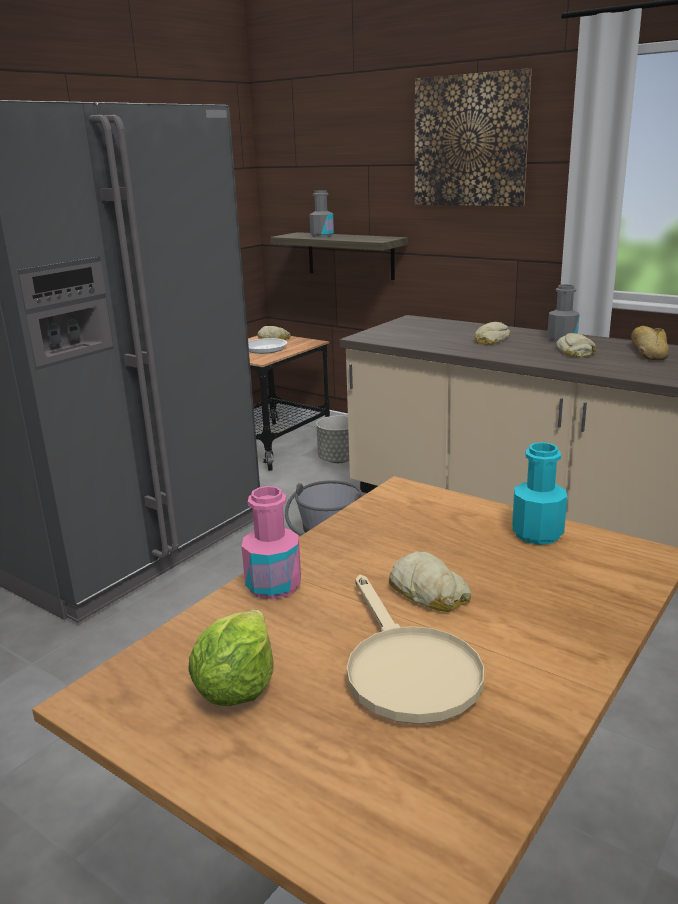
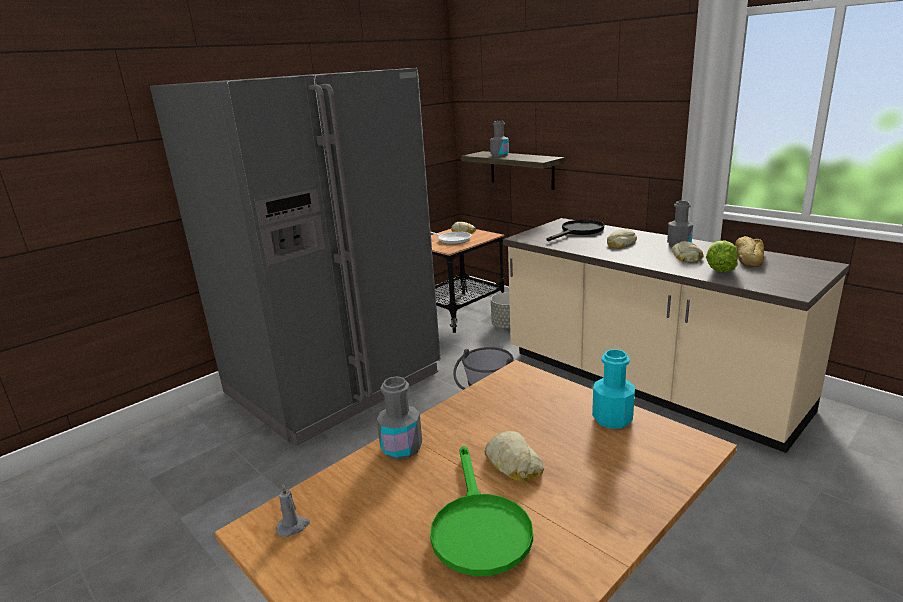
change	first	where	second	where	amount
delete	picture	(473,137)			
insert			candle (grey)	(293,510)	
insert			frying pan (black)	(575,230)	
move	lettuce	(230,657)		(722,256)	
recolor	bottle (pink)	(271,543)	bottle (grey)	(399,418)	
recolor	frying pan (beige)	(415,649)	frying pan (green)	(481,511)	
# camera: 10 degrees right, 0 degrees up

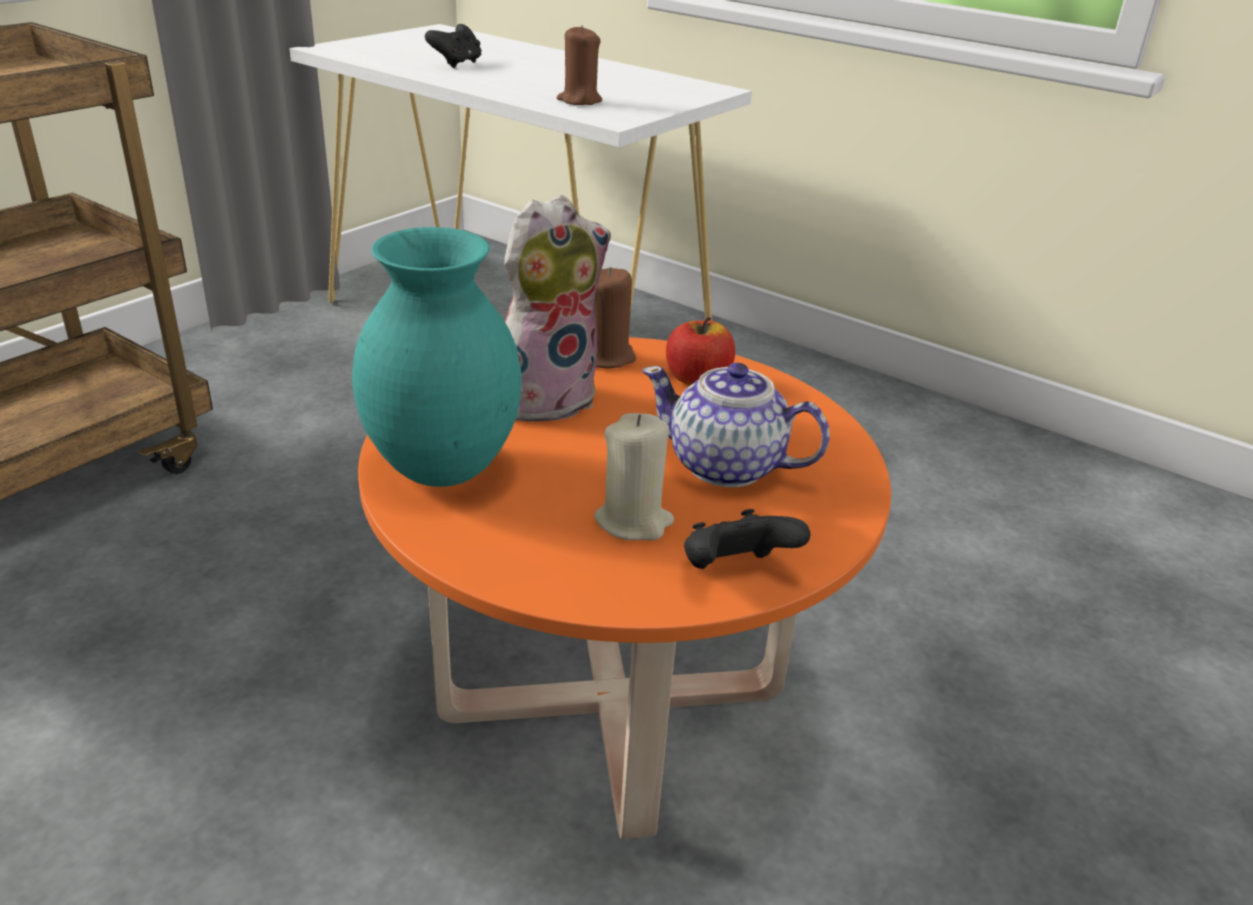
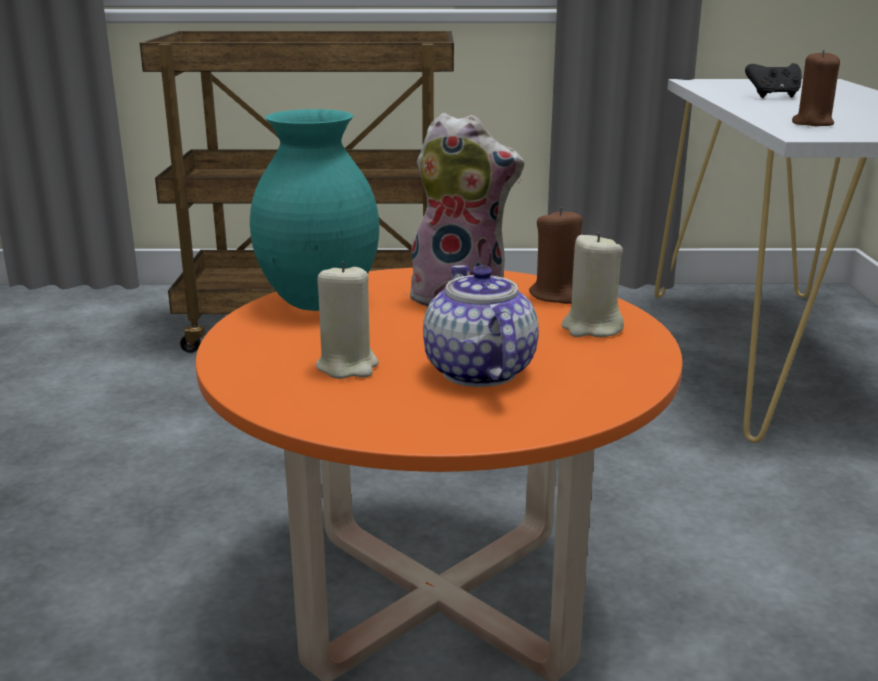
change	first	where	second	where	amount
delete	game controller (black)	(747,539)			
replace	apple	(700,351)	candle (beige)	(592,284)	
# camera: 55 degrees right, 10 degrees down

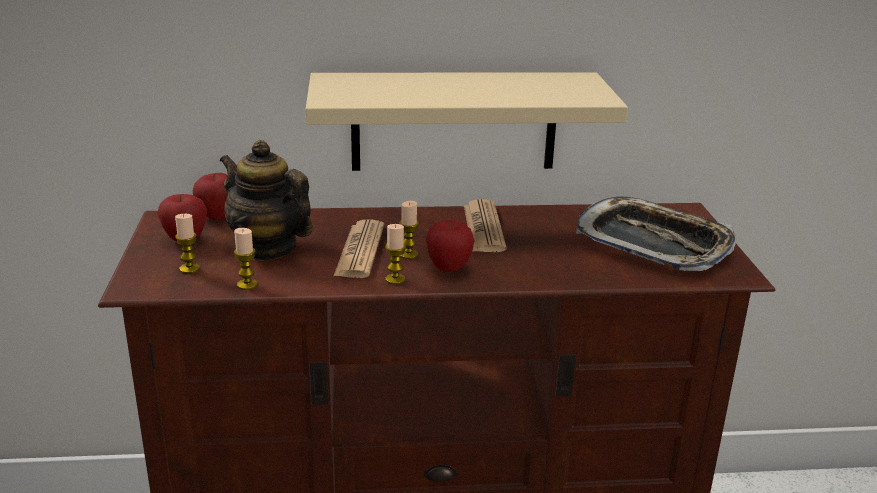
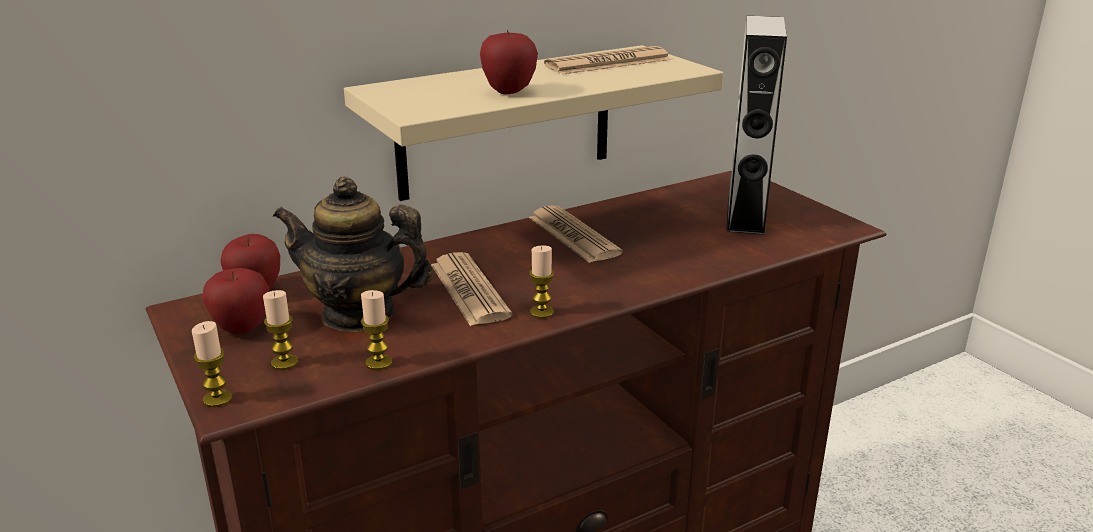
change	first	where	second	where	amount
insert			newspaper	(607,60)	
move	candle	(409,230)		(212,364)	
move	apple	(450,246)		(509,62)	
replace	tray	(656,233)	speaker (grey)	(756,125)	
# camera: 25 degrees left, 0 degrees up

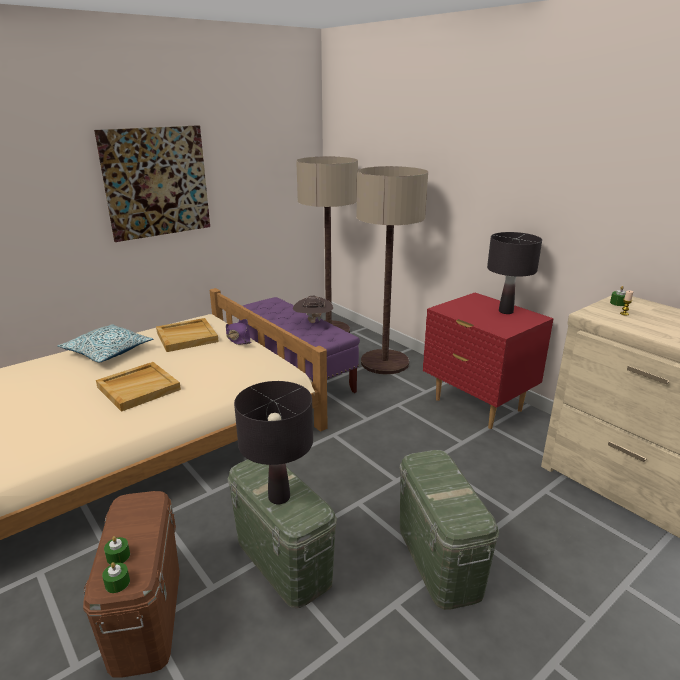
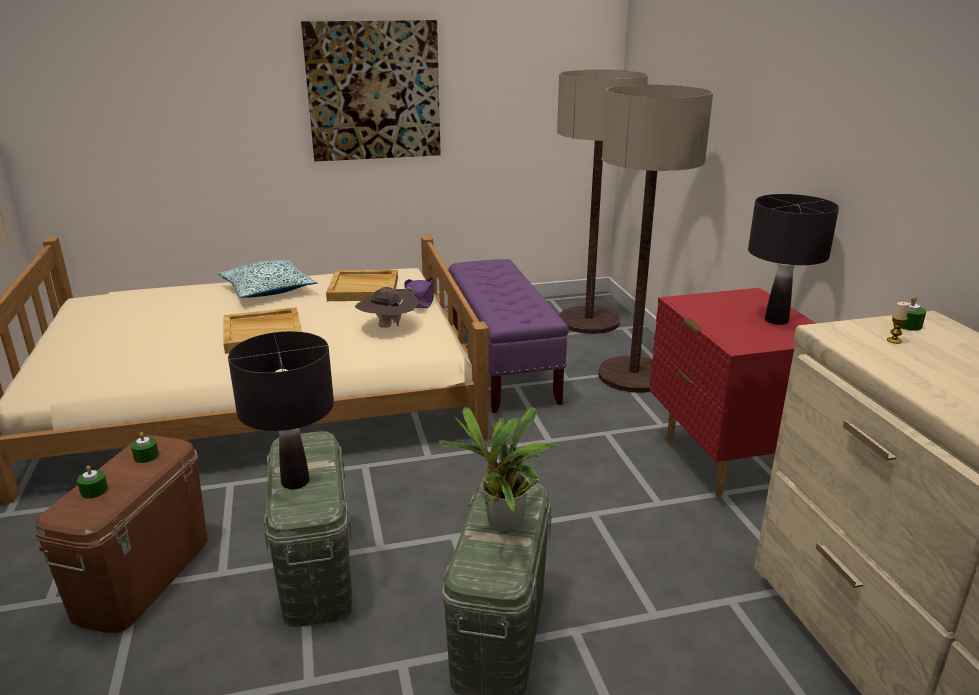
change	first	where	second	where	amount
insert			potted plant	(500,470)	
move	candle (green)	(116,577)		(145,447)	
move	hat (brown)	(313,309)		(386,307)	
# camera: 25 degrees right, 0 degrees up

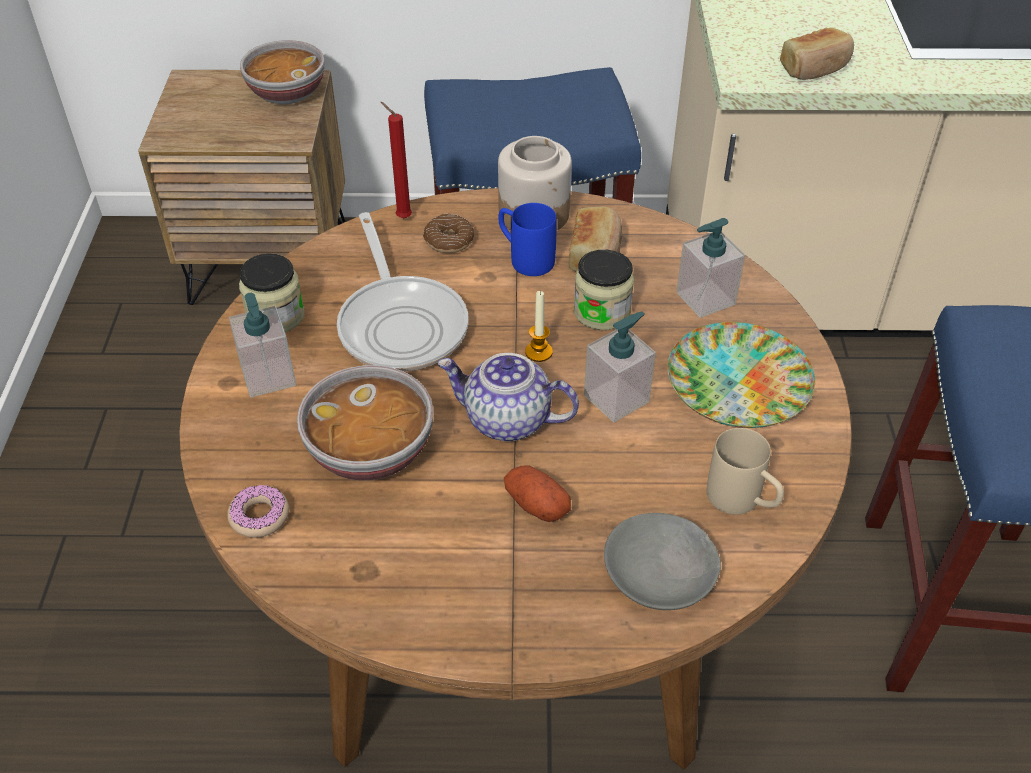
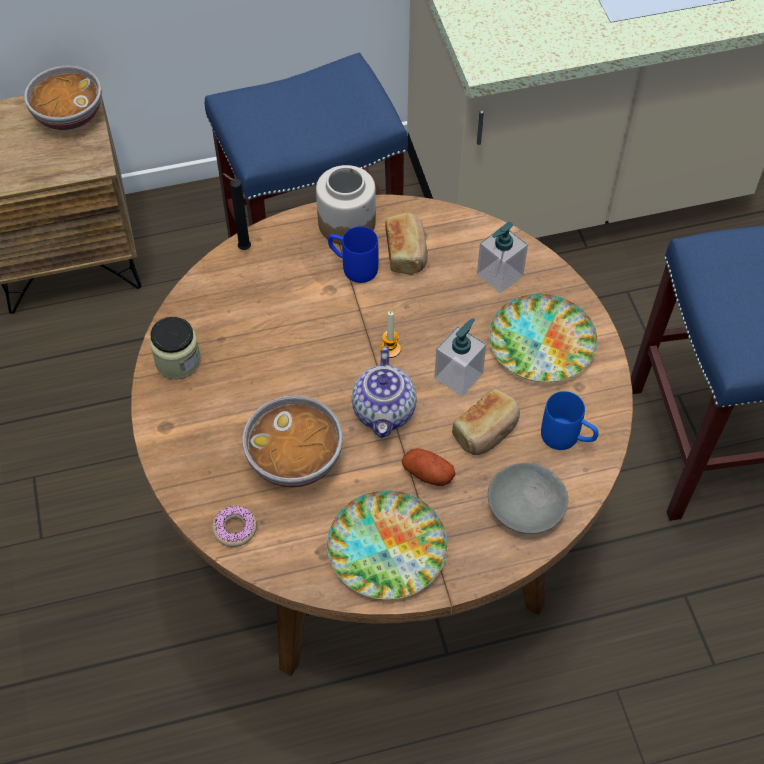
change	first	where	second	where	amount
delete	soap dispenser	(262,345)			
delete	frying pan	(402,291)			
delete	donut	(448,233)			
delete	jar	(604,290)			
insert			plate	(387,545)	
move	bread	(817,53)		(486,422)	
recolor	candle (red)	(396,160)	candle (black)	(237,212)	
recolor	mug (beige)	(745,471)	mug (blue)	(570,420)	
rotate	teapot	(508,397)		(384,392)	90 degrees counterclockwise
# camera: 15 degrees left, 10 degrees up

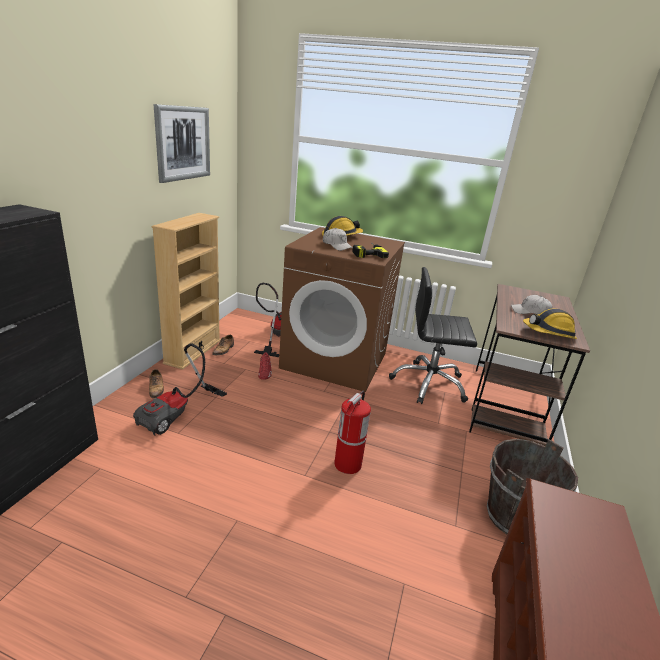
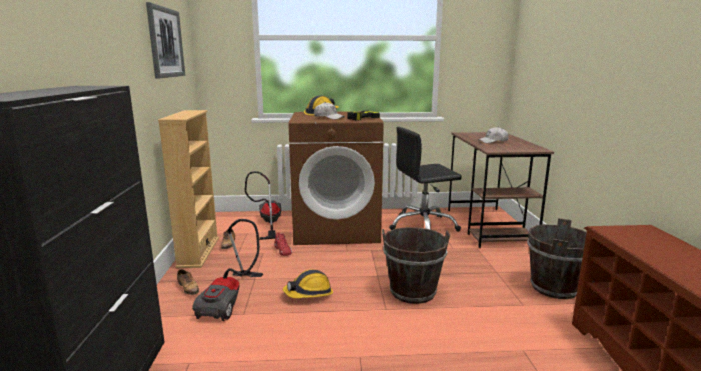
change	first	where	second	where	amount
move	hard hat	(550,324)		(308,283)	
replace	fire extinguisher	(352,432)	bucket (brown)	(416,265)	
# camera: 20 degrees left, 10 degrees down

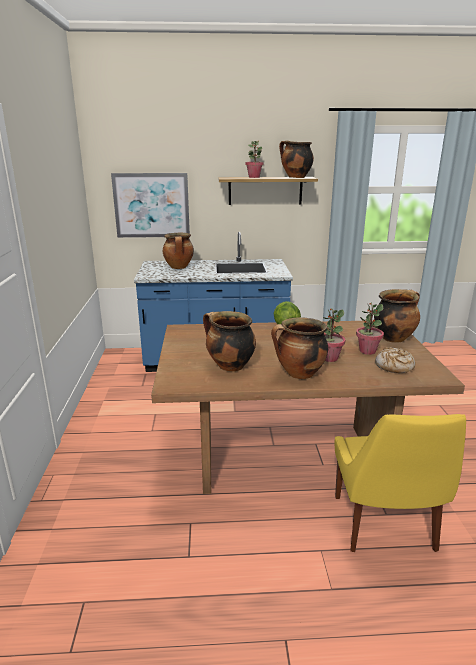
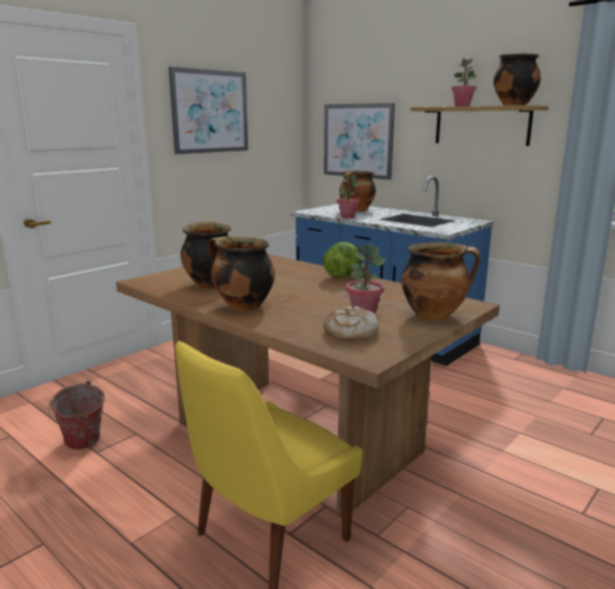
change	first	where	second	where	amount
insert			bucket	(76,415)	
insert			picture	(208,110)	
move	potted plant	(334,335)		(348,196)	
# camera: 45 degrees right, 5 degrees down

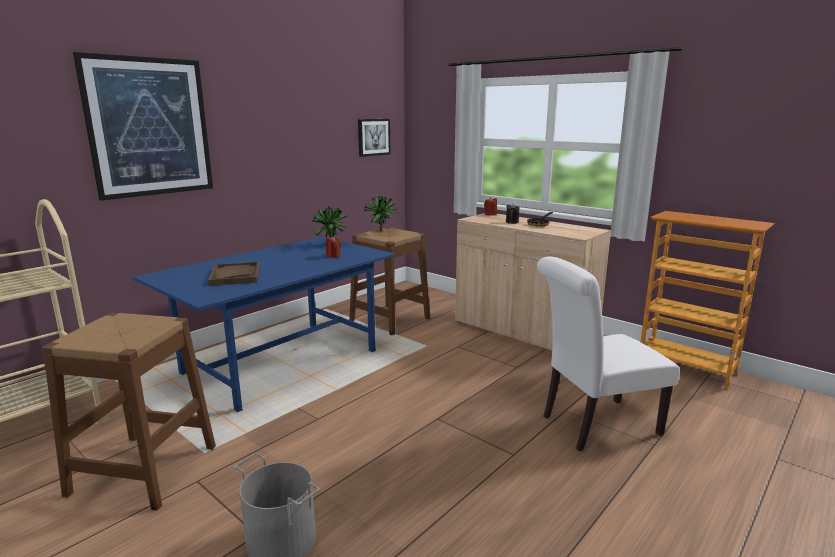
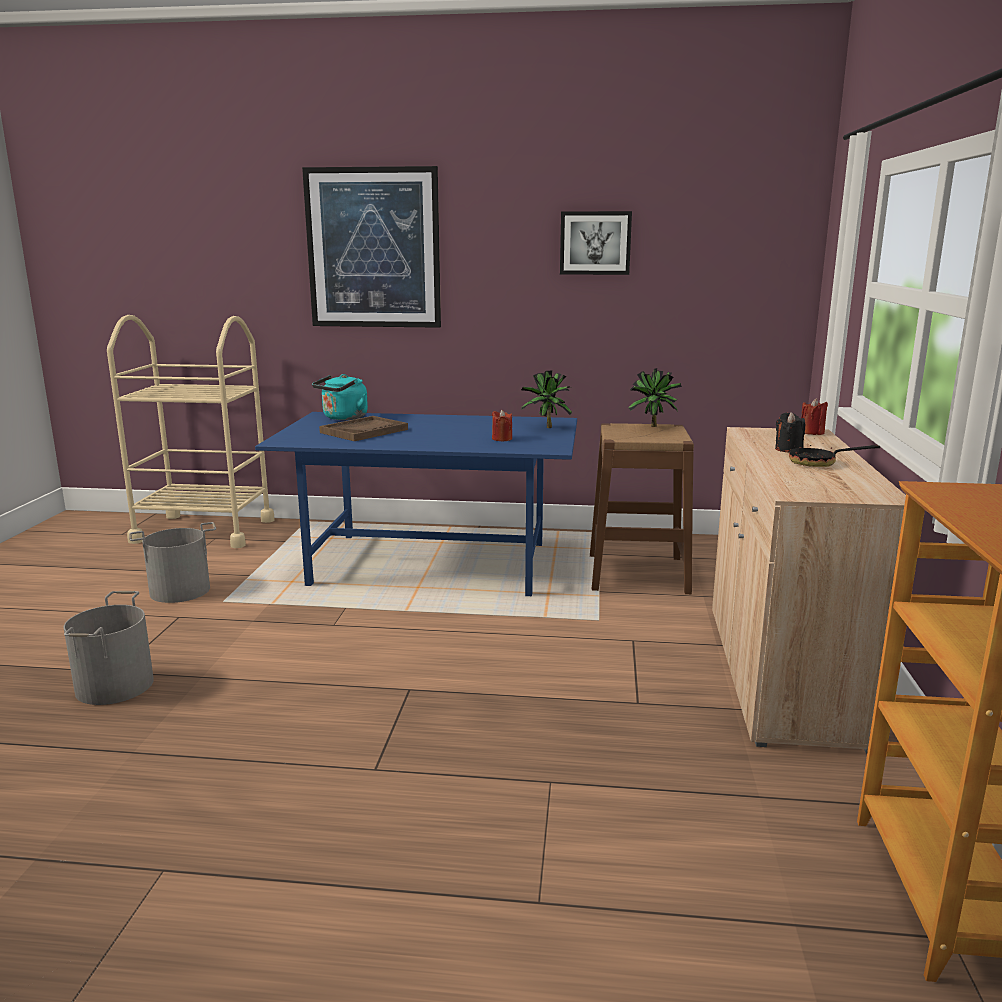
change	first	where	second	where	amount
delete	chair (white)	(608,354)			
insert			kettle (turquoise)	(340,397)	
move	picture	(374,138)		(596,243)	
replace	stool (brown)	(129,412)	bucket (grey)	(172,562)	
# camera: 55 degrees right, 0 degrees up

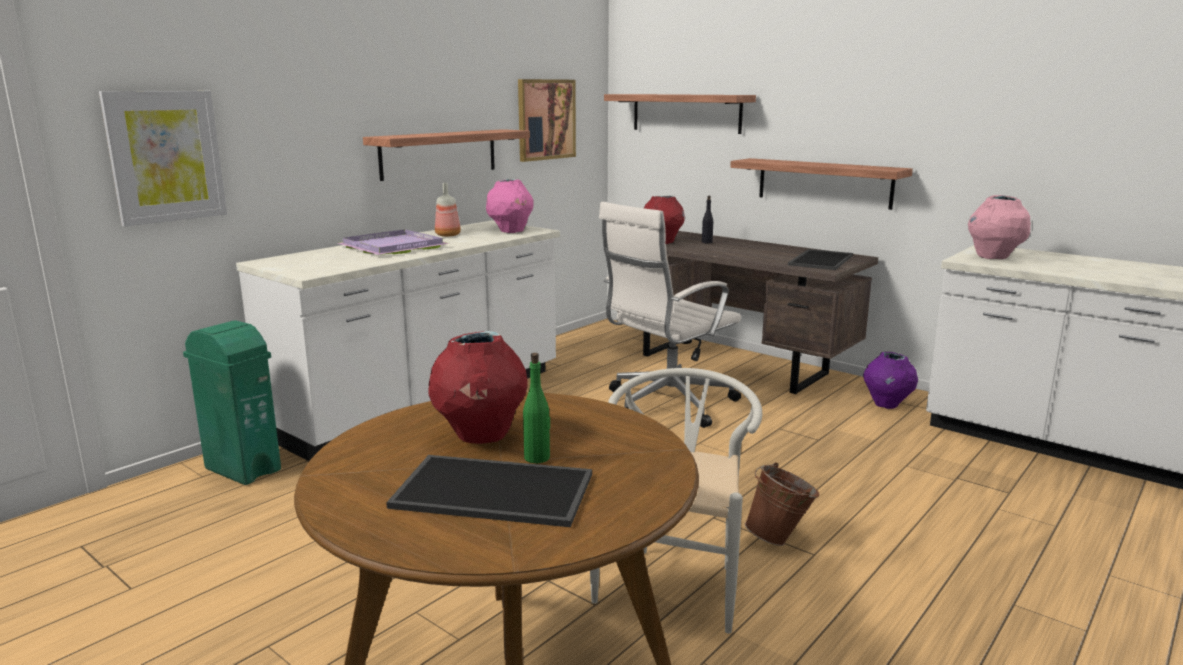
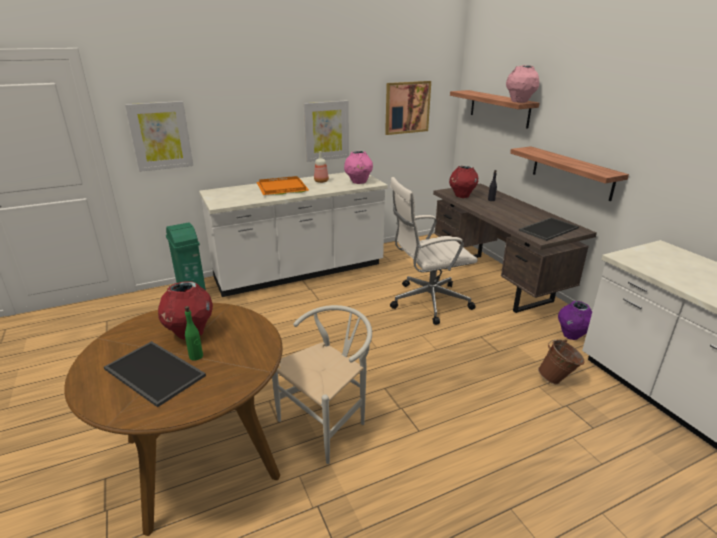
change	first	where	second	where	amount
move	bucket (brown)	(782,504)		(561,361)	
move	vase (pink)	(999,227)		(522,84)	
replace	shelf	(446,155)	picture	(326,131)	
recolor	tray (purple)	(394,242)	tray (orange)	(282,185)	
# camera: 25 degrees right, 10 degrees up

